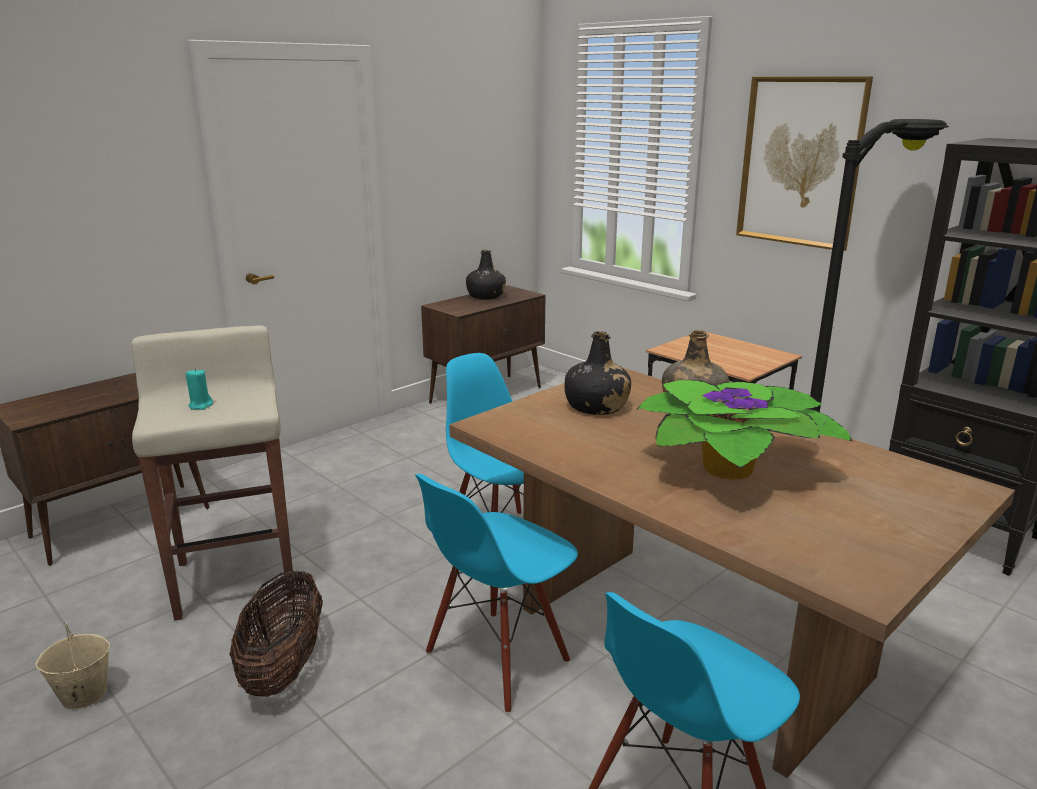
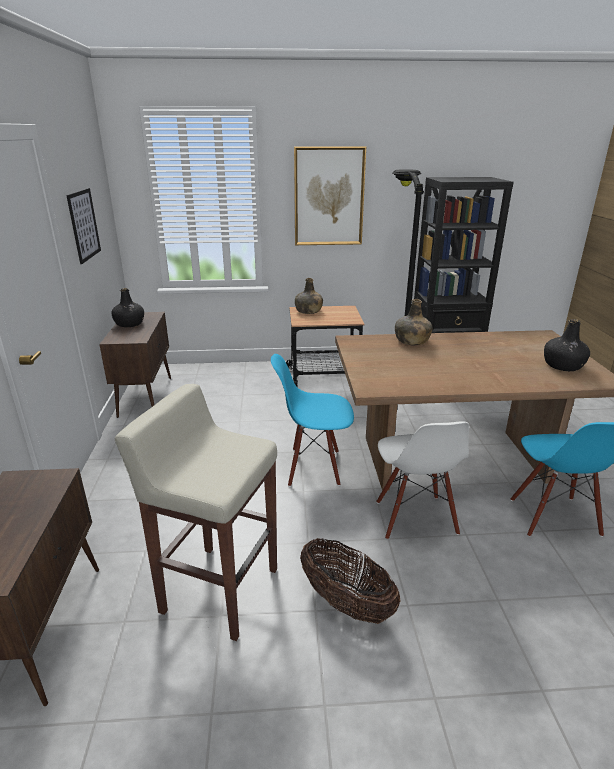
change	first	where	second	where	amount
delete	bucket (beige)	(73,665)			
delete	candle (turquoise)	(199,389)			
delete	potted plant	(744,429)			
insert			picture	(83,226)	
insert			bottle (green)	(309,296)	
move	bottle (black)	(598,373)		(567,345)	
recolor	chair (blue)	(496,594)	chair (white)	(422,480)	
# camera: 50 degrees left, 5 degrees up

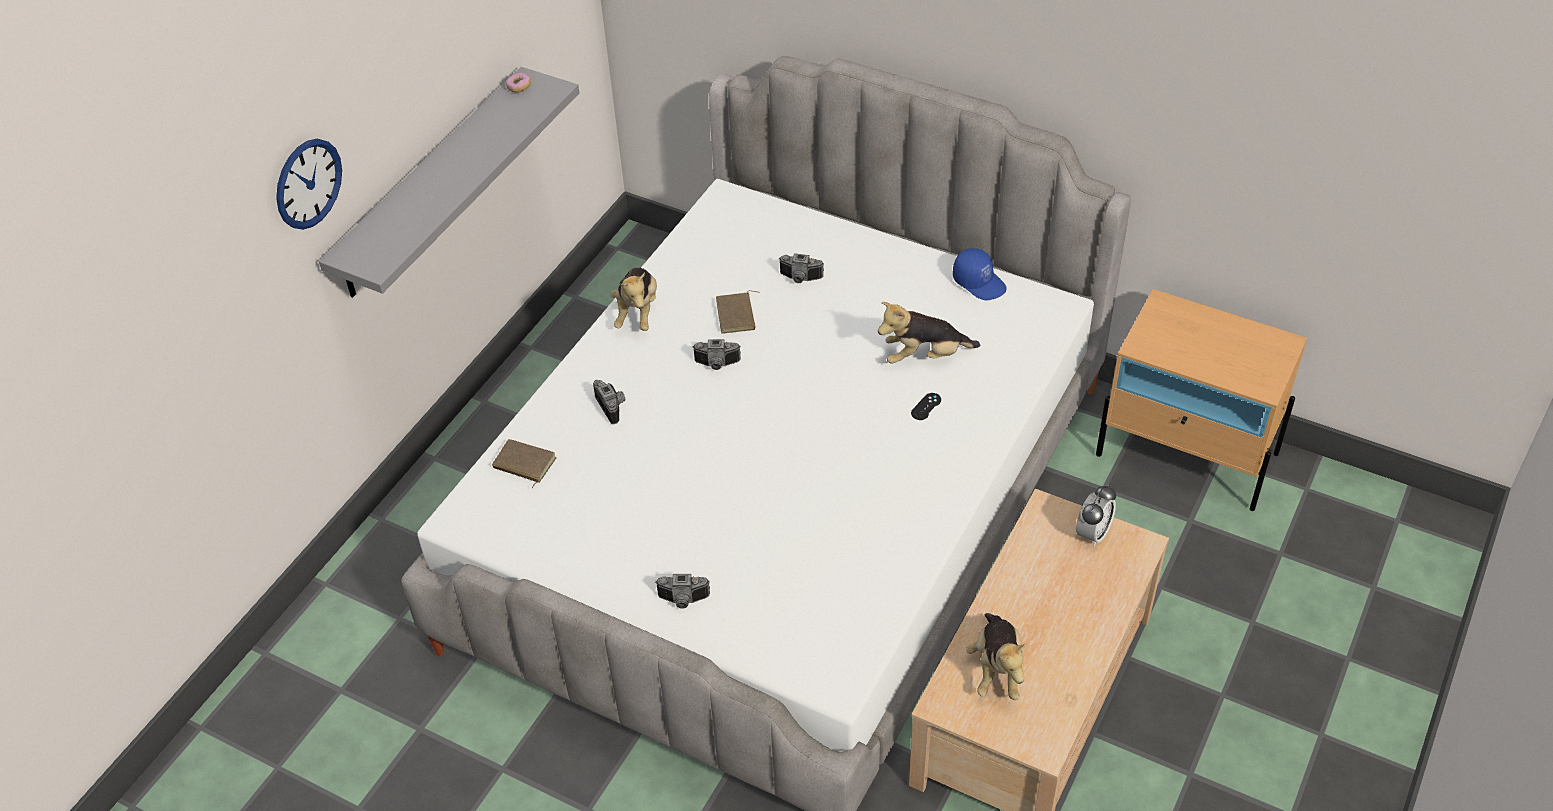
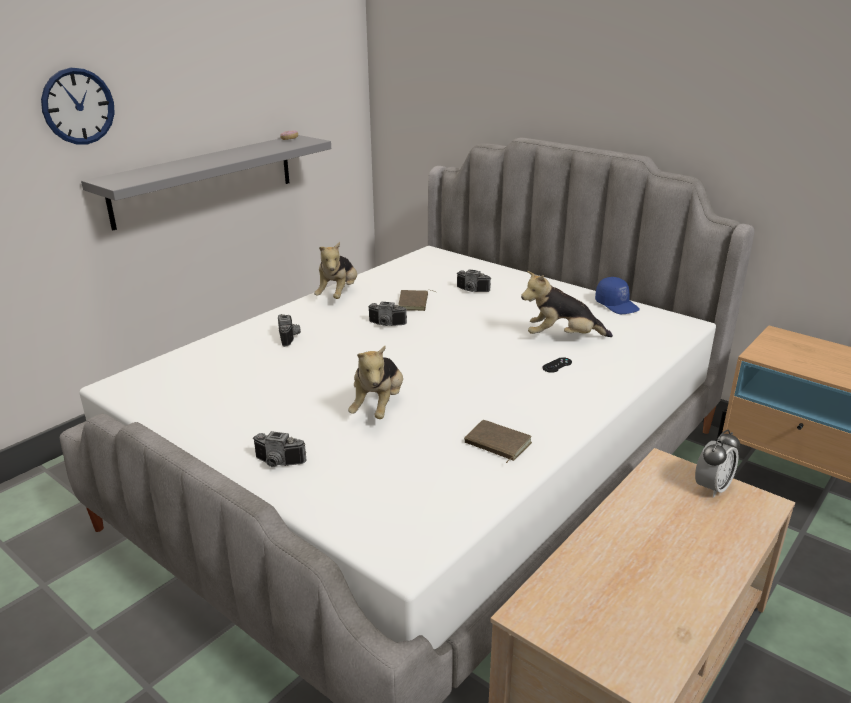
change	first	where	second	where	amount
move	book (brown)	(524,464)		(498,441)	
move	plush toy	(996,656)		(375,382)	
# camera: 10 degrees right, 20 degrees down

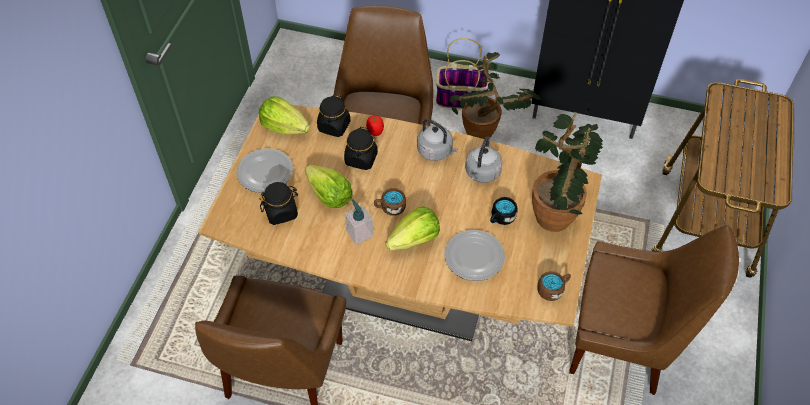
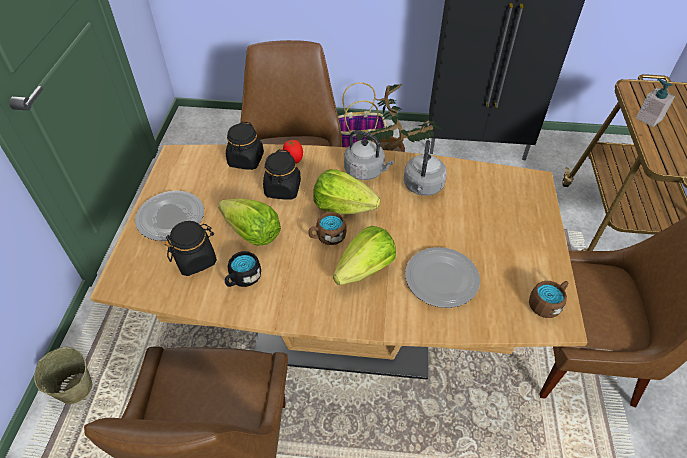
change	first	where	second	where	amount
delete	potted plant	(567,172)			
insert			bucket (beige)	(63,375)	
move	lettuce	(284,115)		(346,192)	
move	soap dispenser	(359,222)		(655,103)	
move	mug (black)	(504,211)		(243,269)	
# camera: 10 degrees left, 5 degrees down

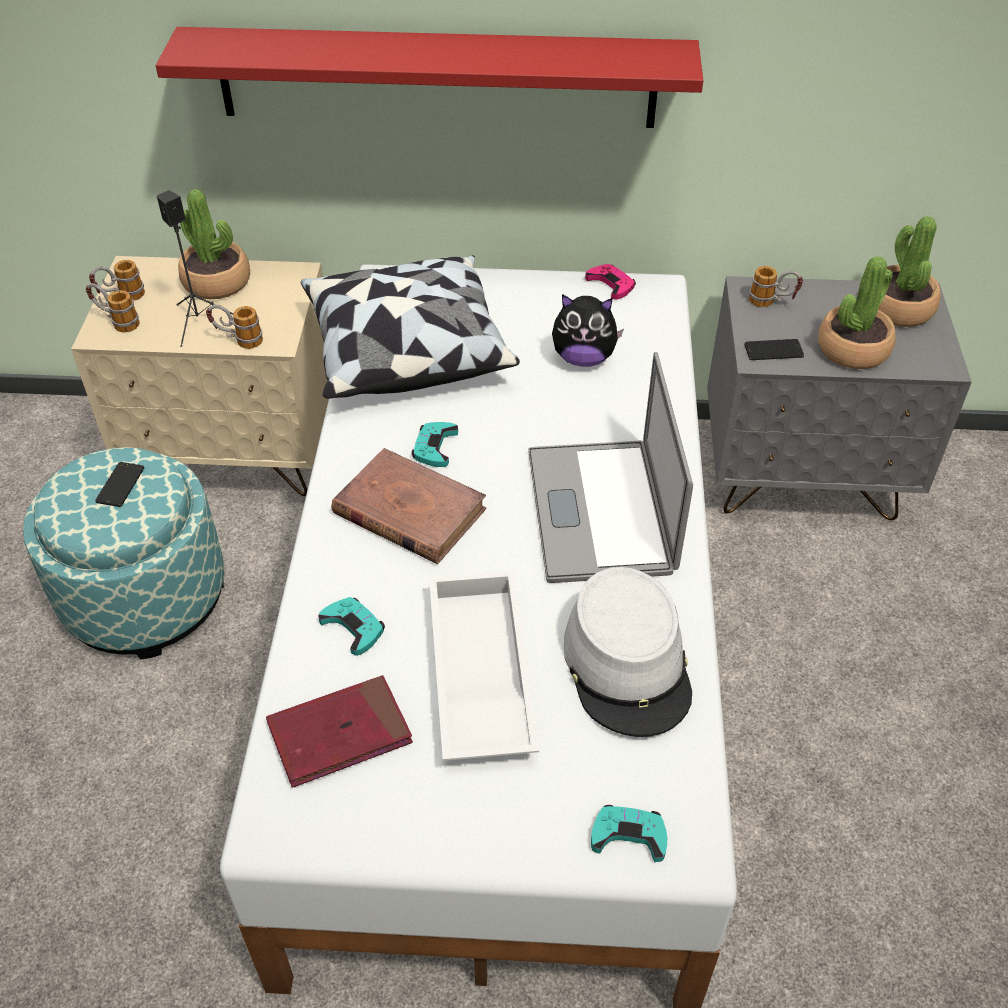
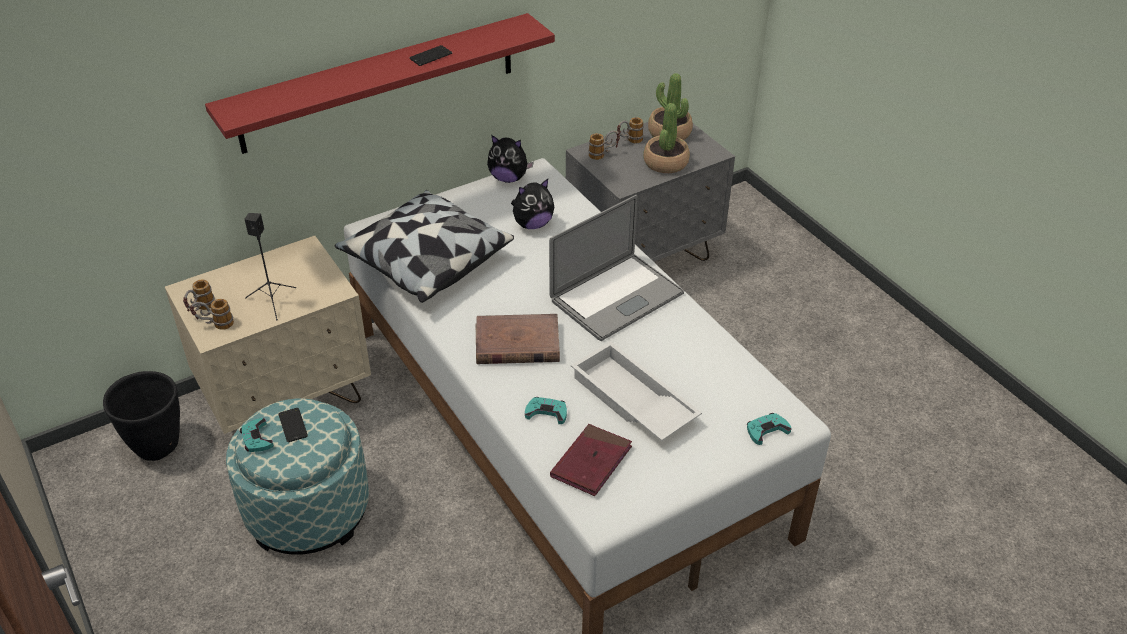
change	first	where	second	where	amount
delete	potted plant	(214,244)			
delete	hat (grey)	(628,652)			
insert			planter (black)	(141,416)	
move	mug	(234,327)		(630,130)	
move	game controller (turquoise)	(435,444)		(256,435)	
move	phone	(774,349)		(431,55)	
replace	game controller (pink)	(610,282)	plush toy	(510,159)	
rotate	laptop	(610,467)		(616,268)	90 degrees counterclockwise
# camera: 35 degrees left, 5 degrees down

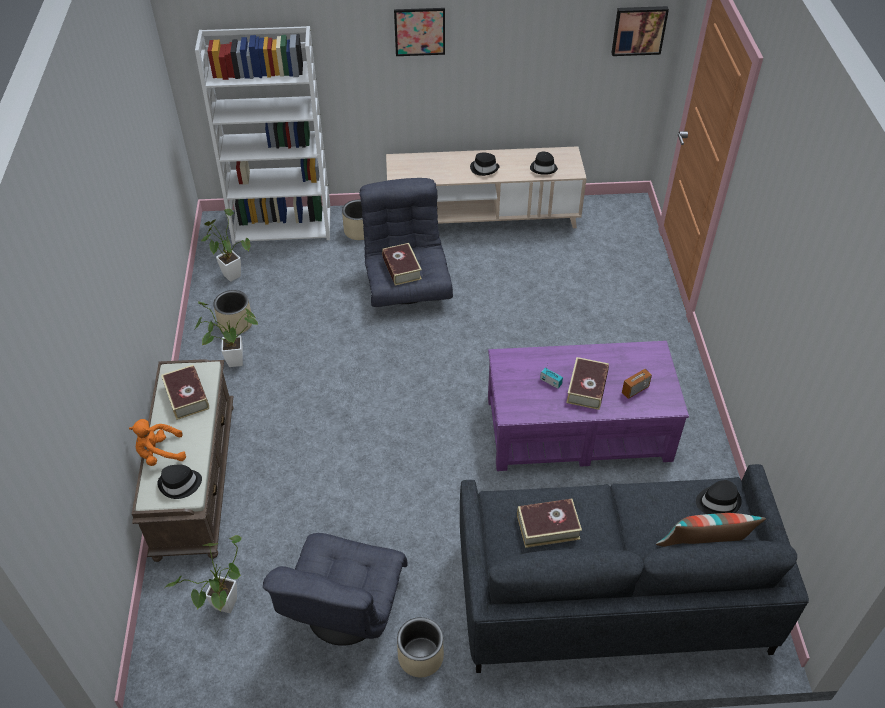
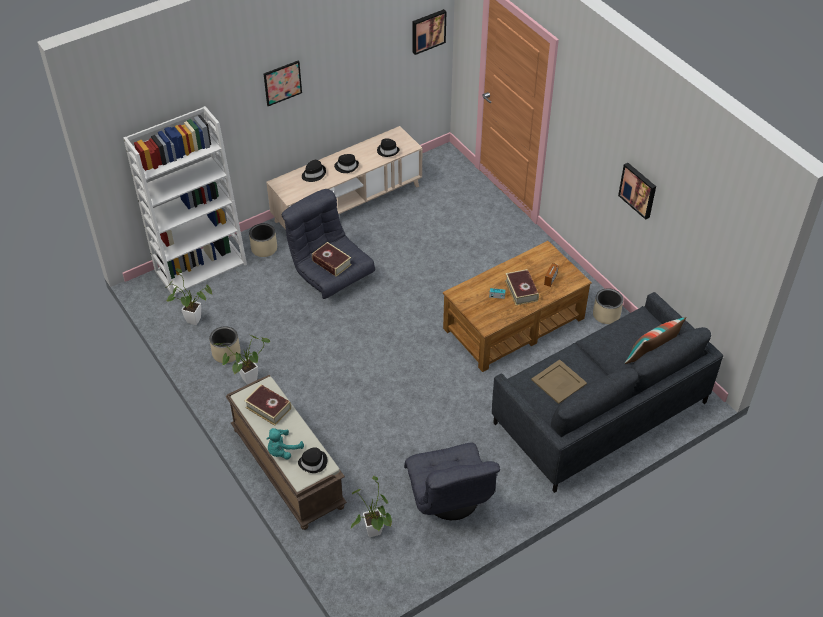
change	first	where	second	where	amount
insert			picture	(637,191)	
move	planter (beige)	(420,647)		(608,306)	
move	hat (black)	(719,497)		(314,171)	
replace	book	(549,523)	tray (beige)	(559,381)	
recolor	plush toy (orange)	(157,442)	plush toy (turquoise)	(285,443)	
recolor	coffee table (purple)	(588,406)	coffee table (brown)	(517,306)	
# camera: 30 degrees left, 0 degrees up

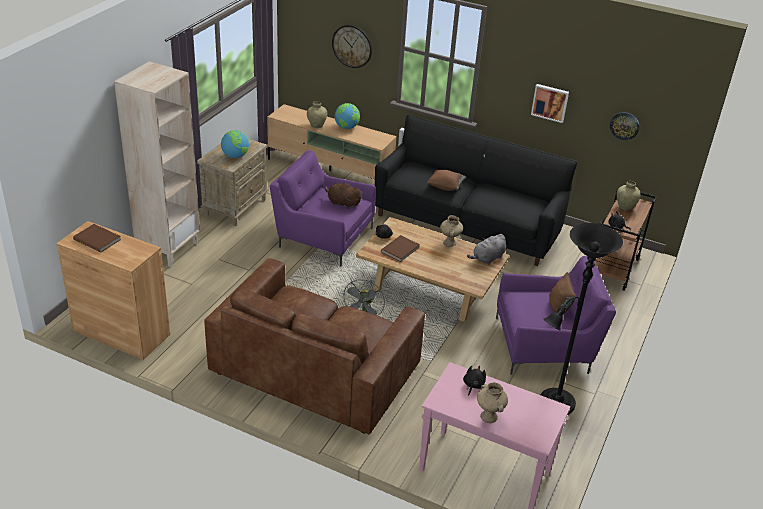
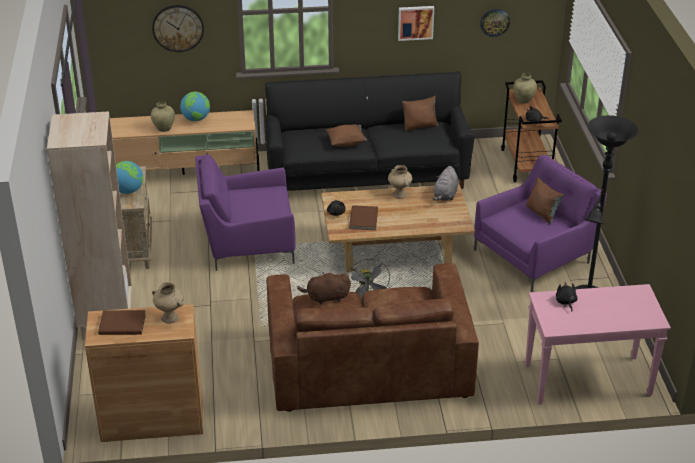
change	first	where	second	where	amount
insert			pillow (brown)	(420,113)	
move	plush toy (brown)	(344,195)		(324,288)	
move	vase (beige)	(492,402)		(168,303)	
# camera: 30 degrees left, 0 degrees up

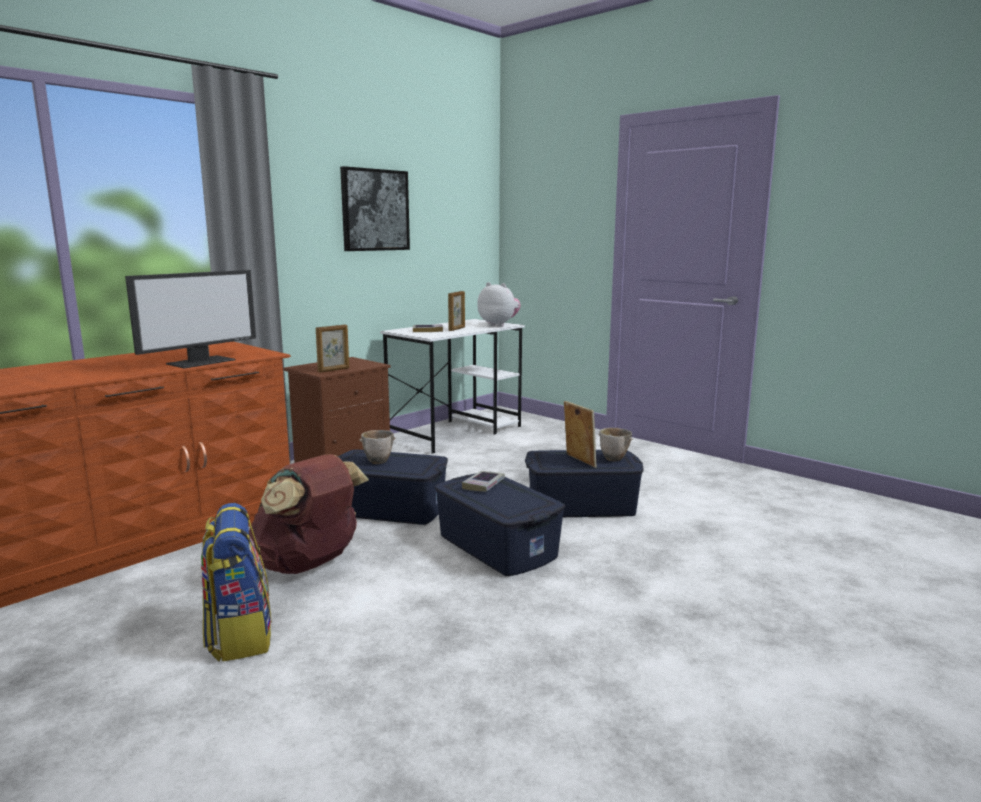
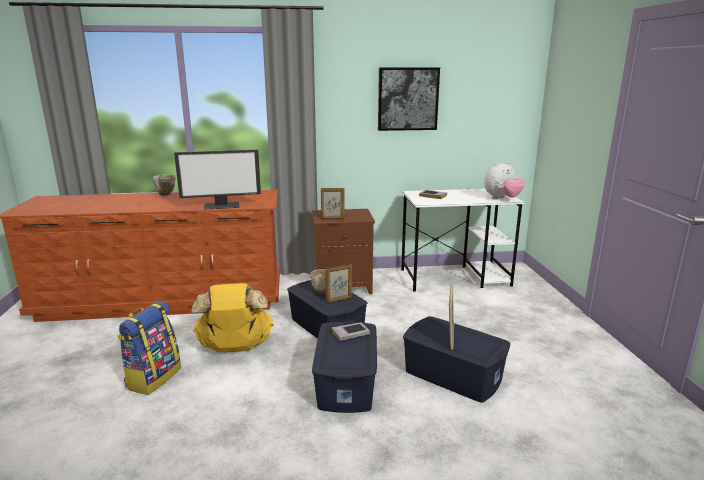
change	first	where	second	where	amount
move	picture frame	(456,311)		(339,283)	
move	bowl	(615,444)		(164,185)	
recolor	backpack (brown)	(309,514)	backpack (yellow)	(232,317)	
rotate	plush toy	(499,304)		(504,180)	75 degrees clockwise
# camera: 40 degrees right, 5 degrees up

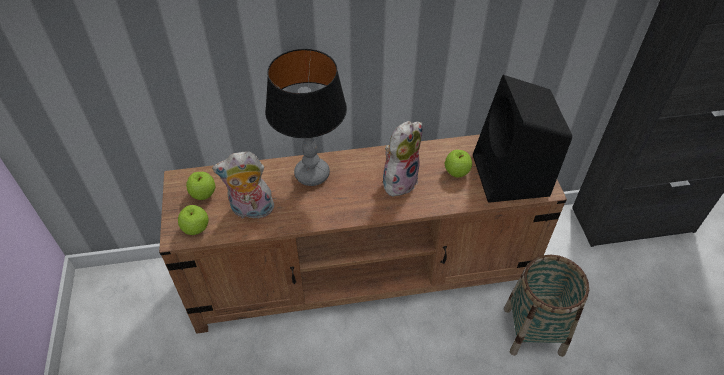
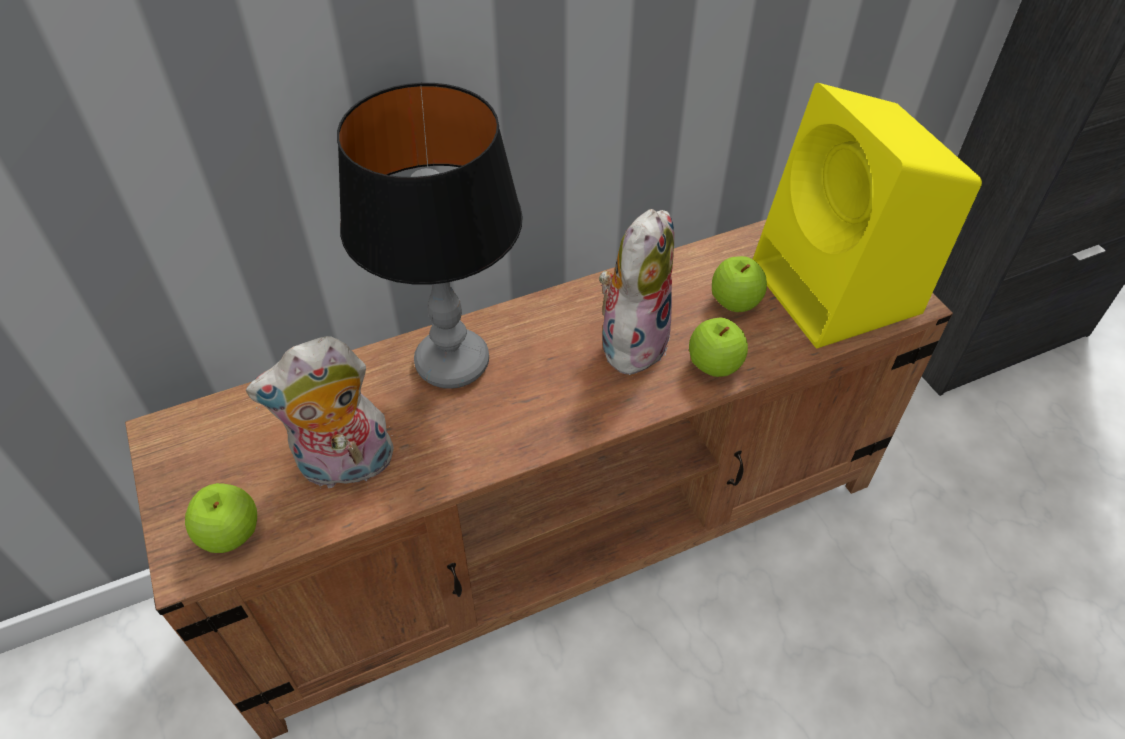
change	first	where	second	where	amount
delete	basket	(546,306)			
move	apple	(201,186)		(718,347)	
recolor	speaker (black)	(522,139)	speaker (yellow)	(867,215)	
# camera: 15 degrees left, 0 degrees up

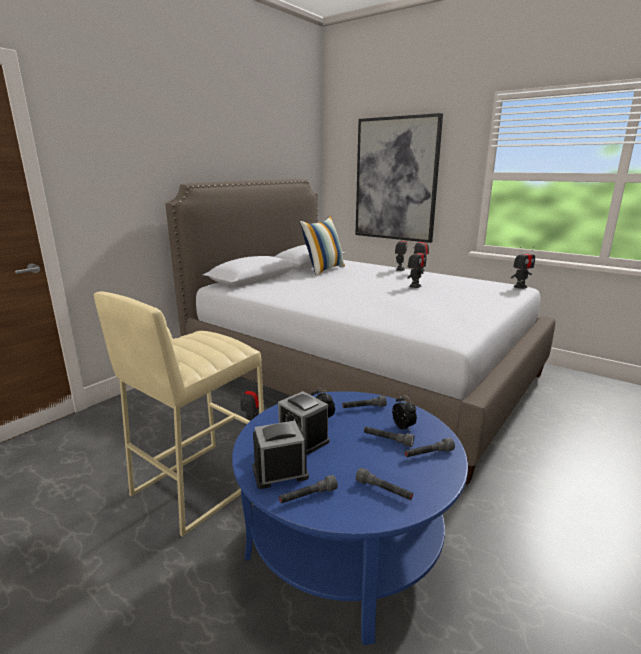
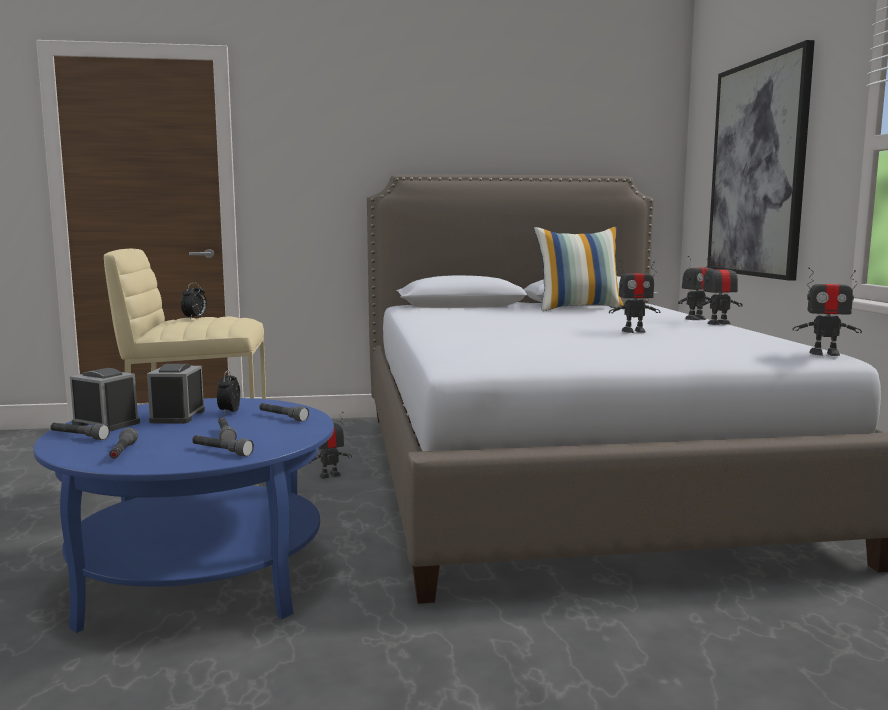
change	first	where	second	where	amount
move	alarm clock	(404,412)		(194,301)	
# camera: 45 degrees right, 10 degrees down

